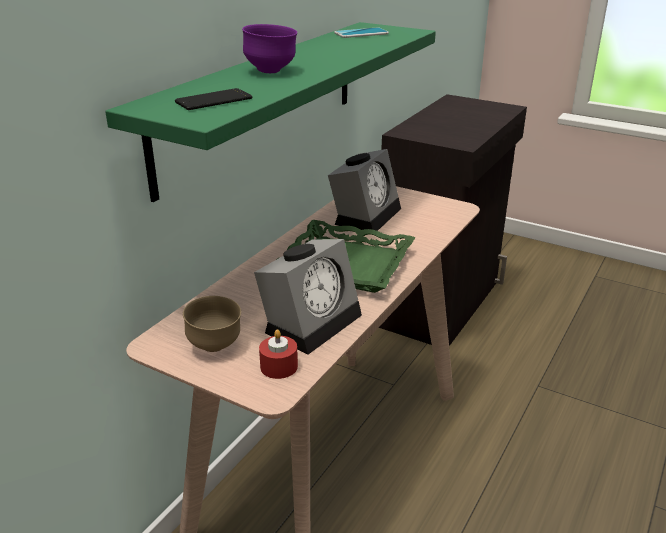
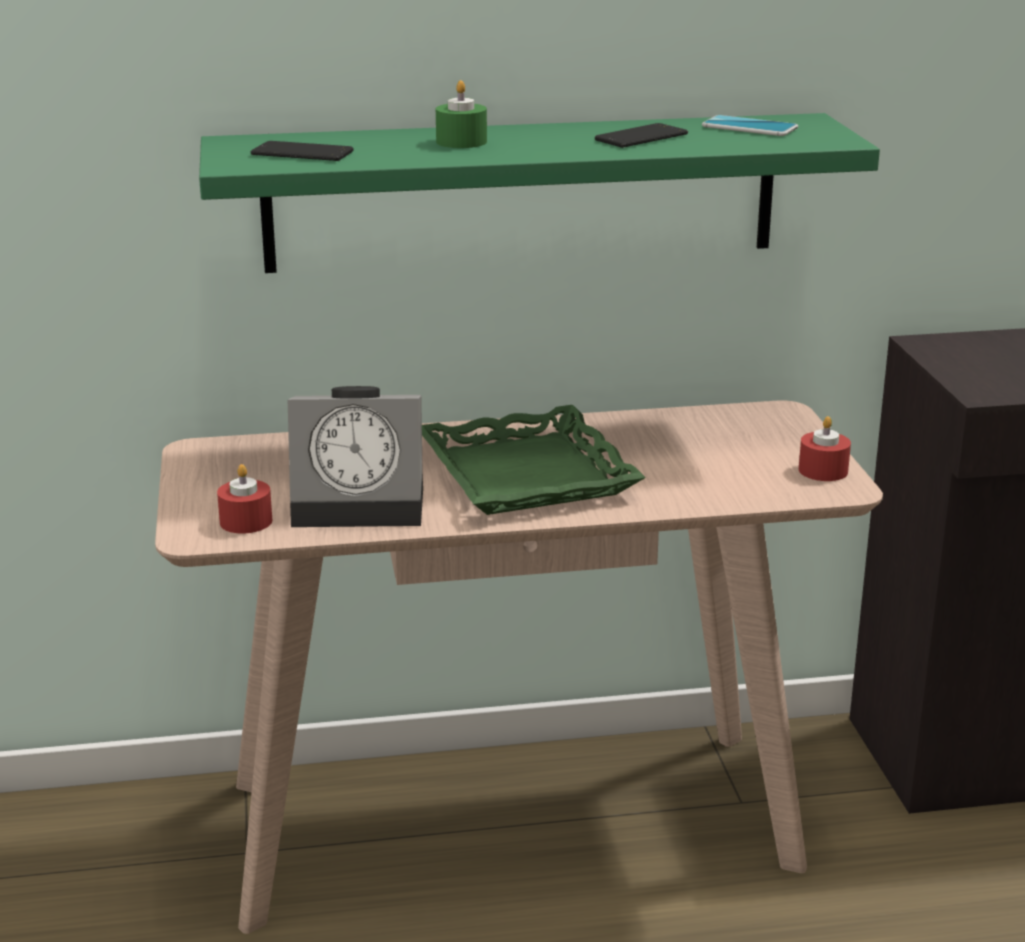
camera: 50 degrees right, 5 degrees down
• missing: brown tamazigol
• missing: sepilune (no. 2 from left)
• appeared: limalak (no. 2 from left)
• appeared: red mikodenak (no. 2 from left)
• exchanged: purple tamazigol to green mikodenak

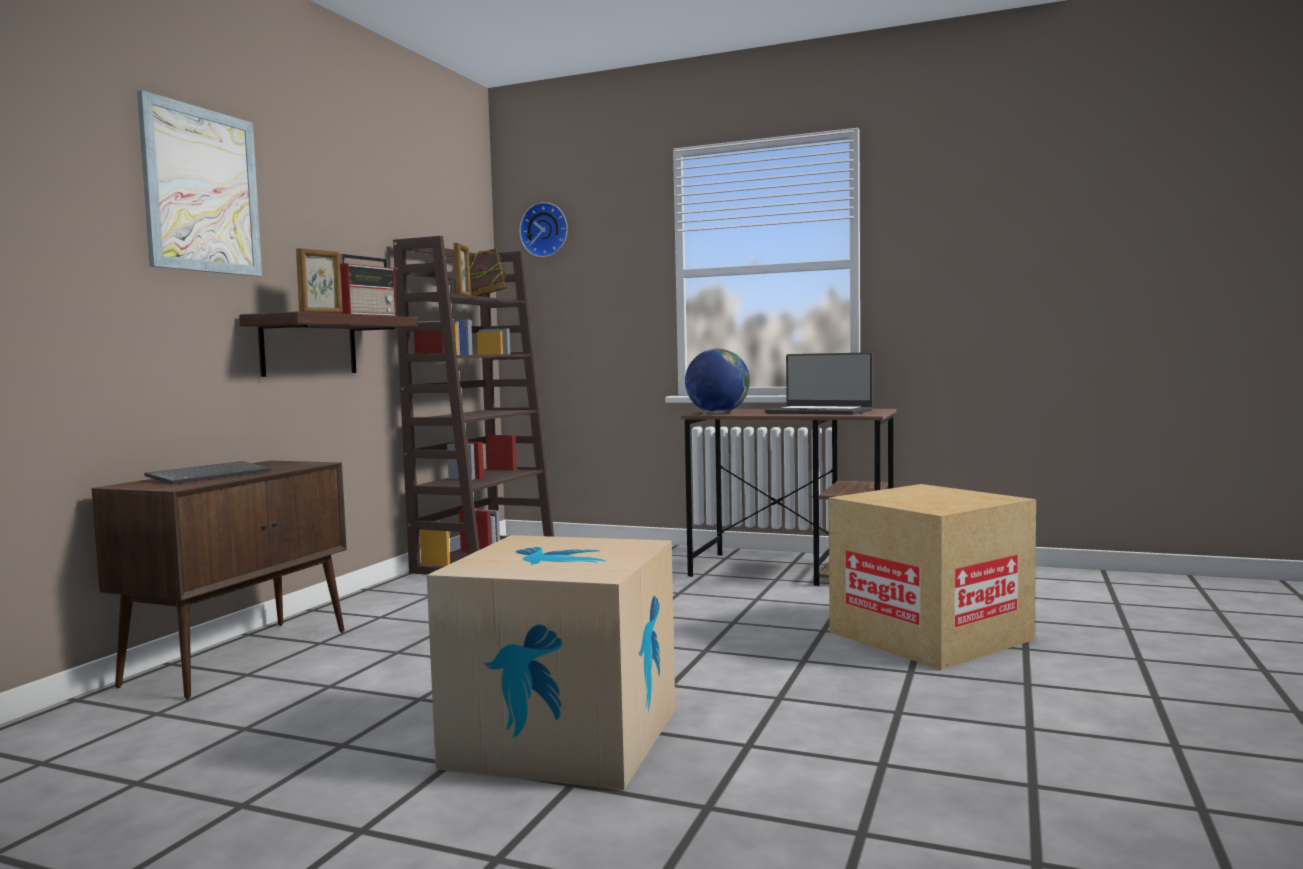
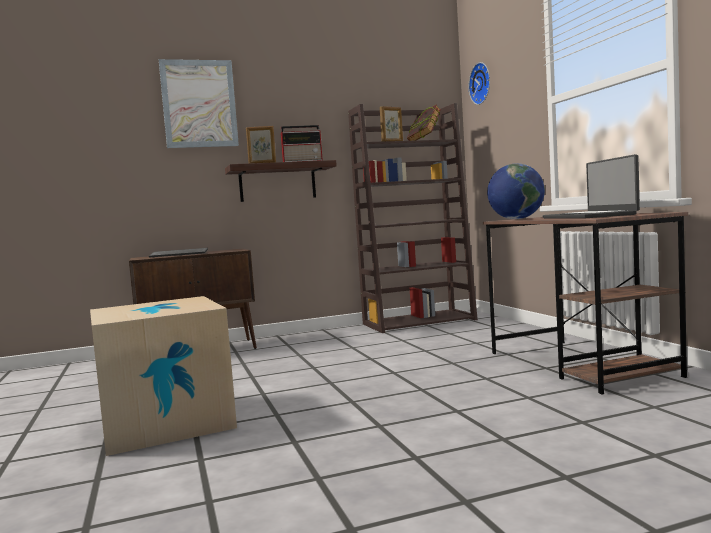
camera: 50 degrees right, 0 degrees up
• missing: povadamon (no. 2 from left)

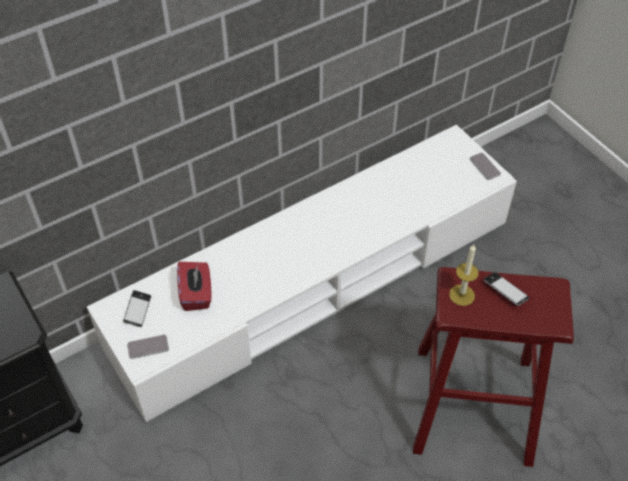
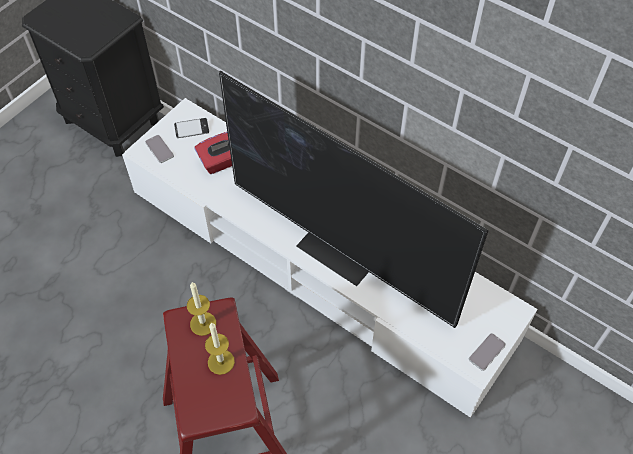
camera: 70 degrees right, 5 degrees up
• appeared: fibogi
• exchanged: limalak (no. 4 from left) to mikodenak (no. 2 from left)

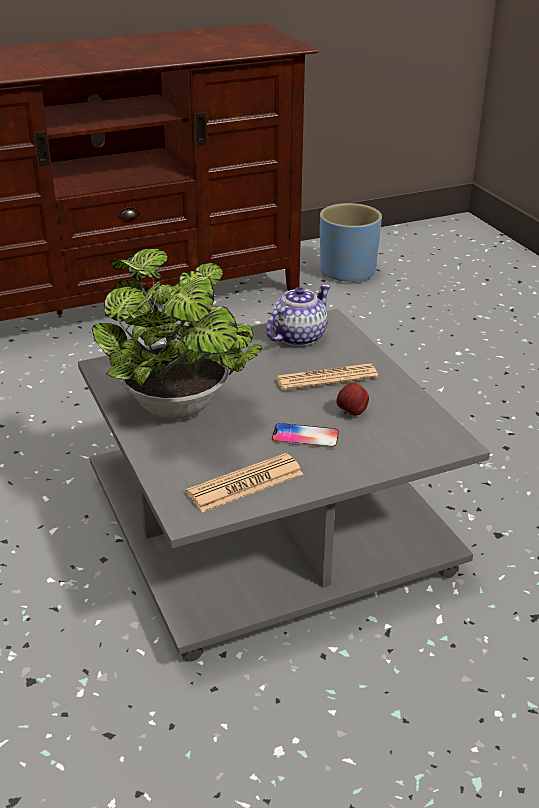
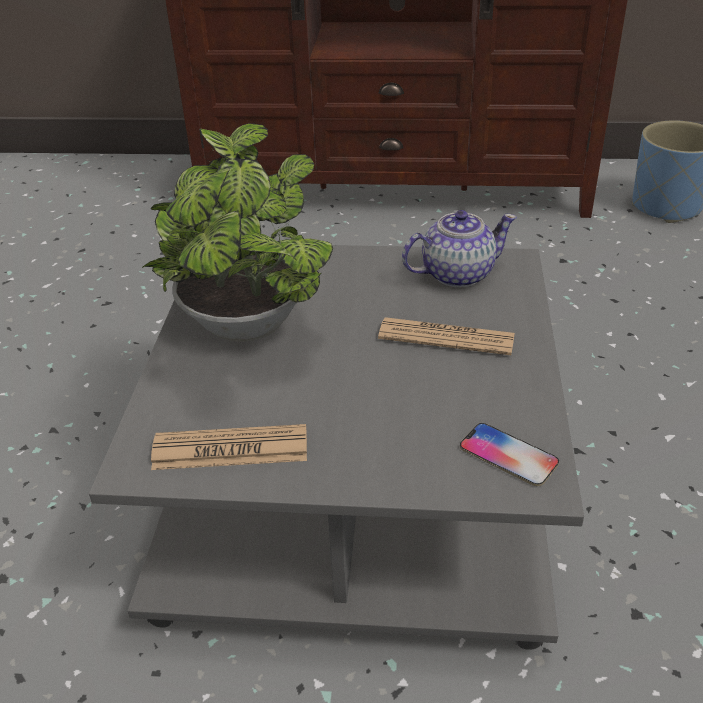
camera: 30 degrees right, 5 degrees up
• missing: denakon
• relocated: limalak

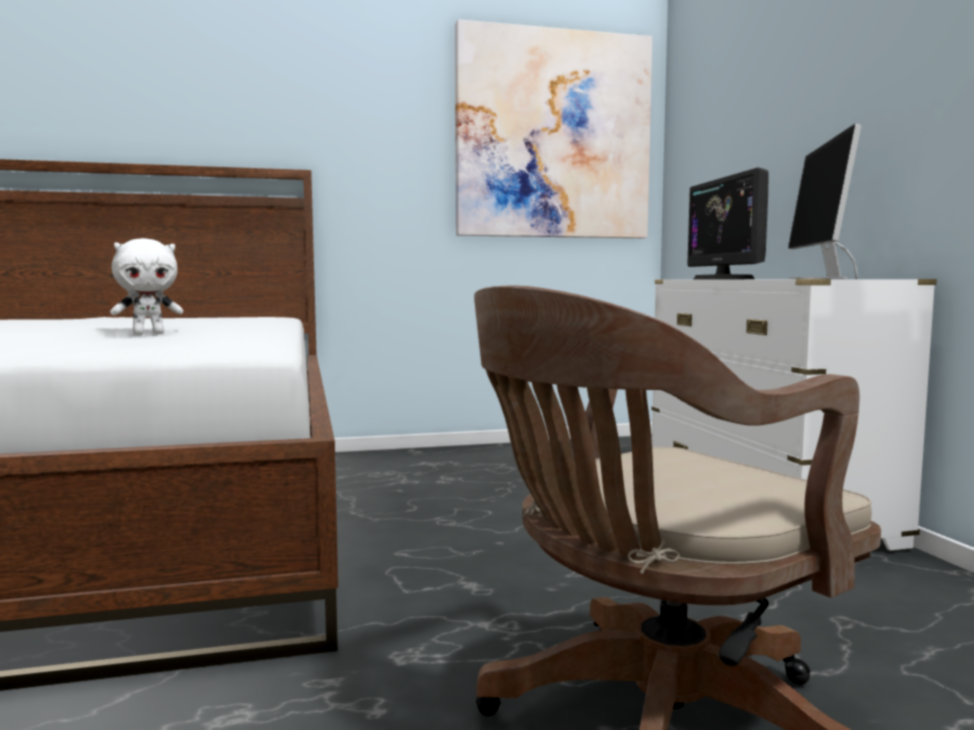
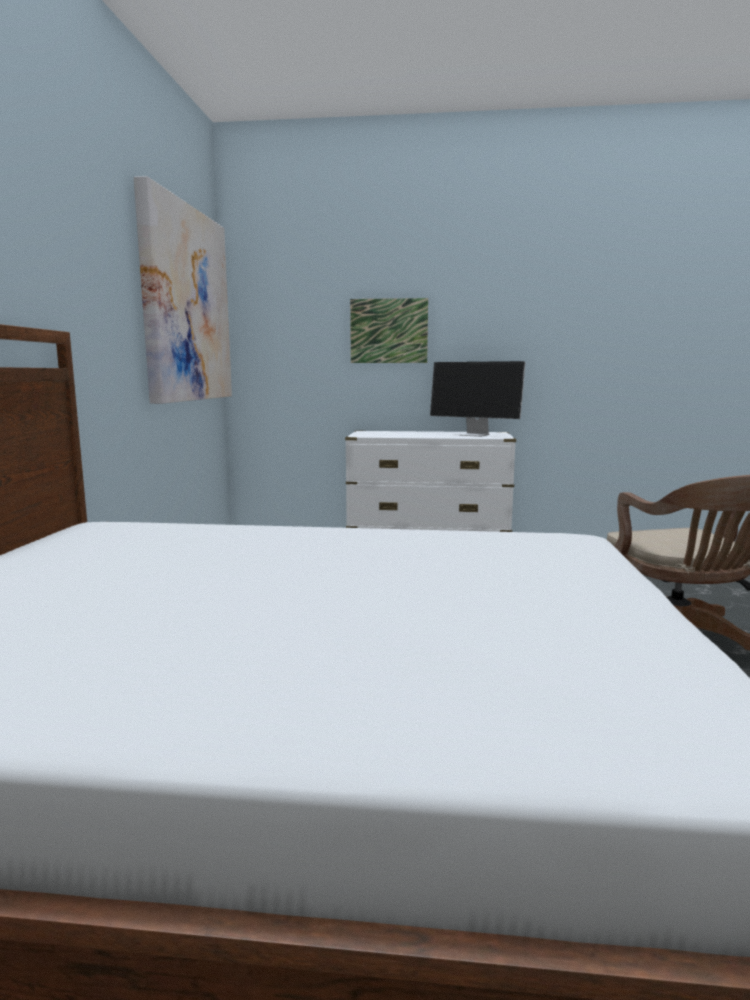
camera: 70 degrees left, 5 degrees up
• missing: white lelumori
• missing: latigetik (no. 1 from left)
• appeared: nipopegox (no. 2 from left)

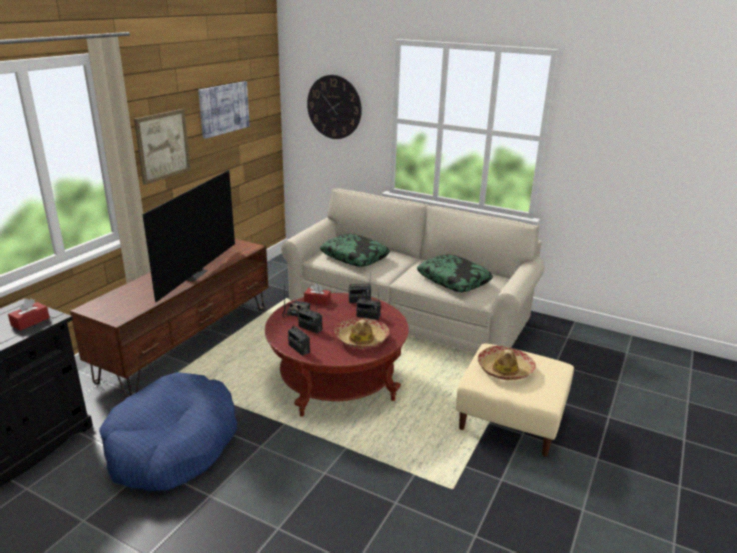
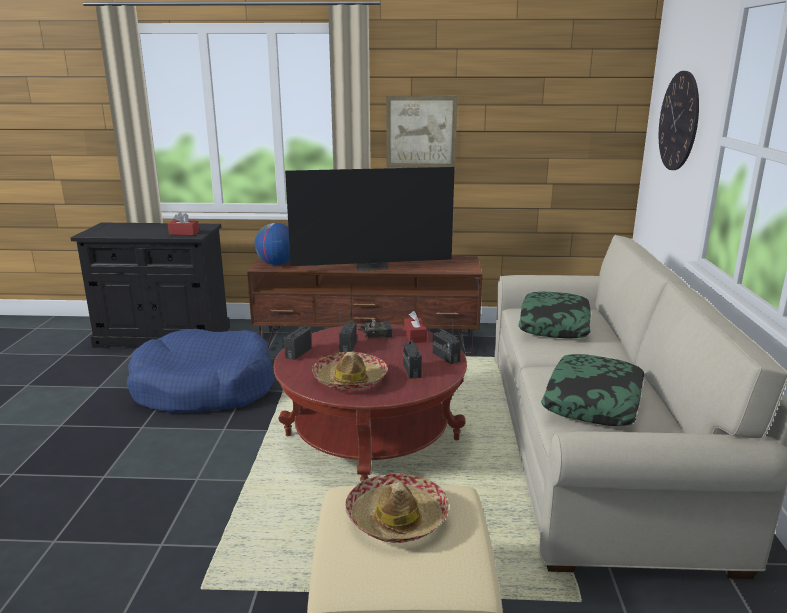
camera: 65 degrees right, 5 degrees down
• missing: nipopegox (no. 2 from left)
• appeared: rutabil

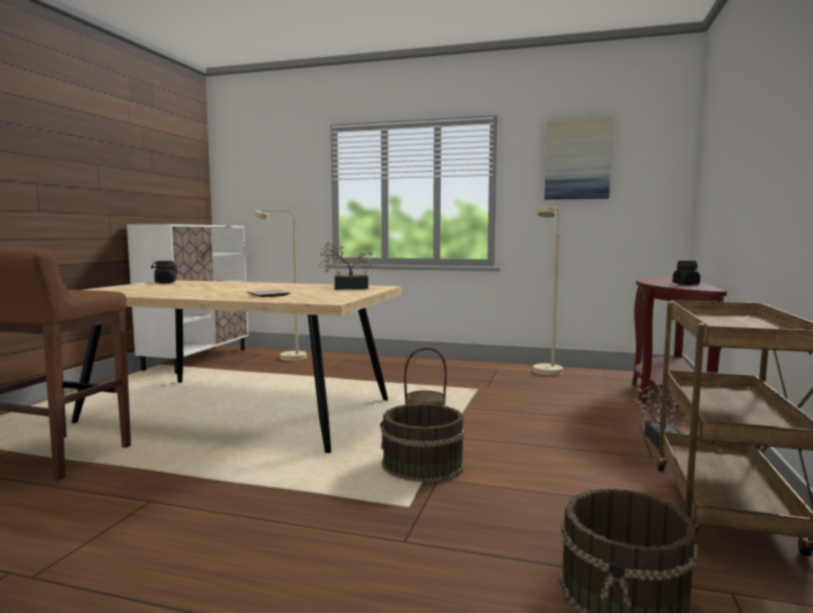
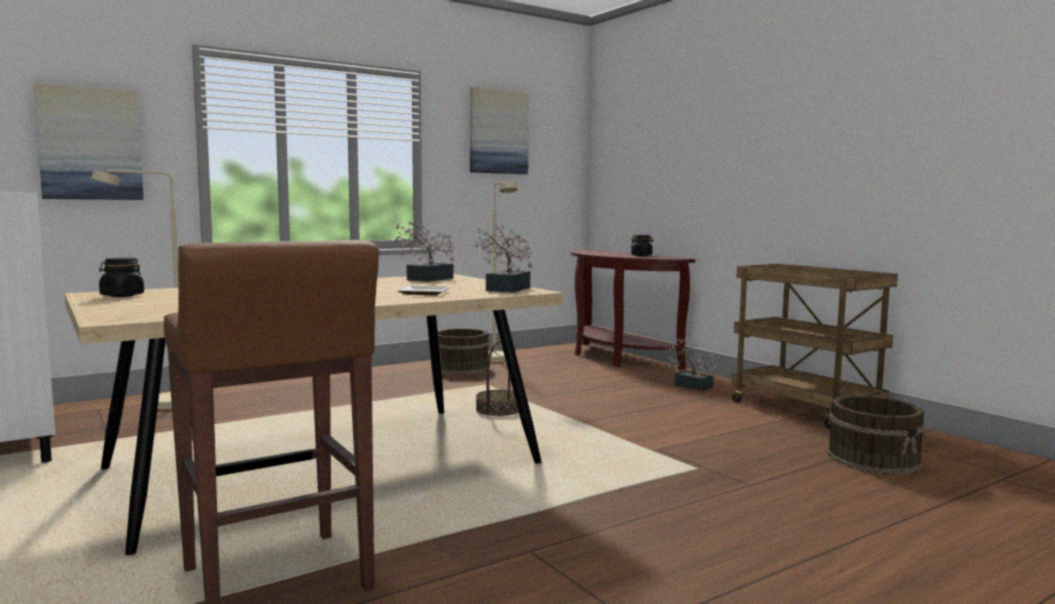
camera: 50 degrees left, 0 degrees up
• appeared: nipopegox (no. 1 from left)
• appeared: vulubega (no. 2 from left)
• relocated: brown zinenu (no. 1 from left)

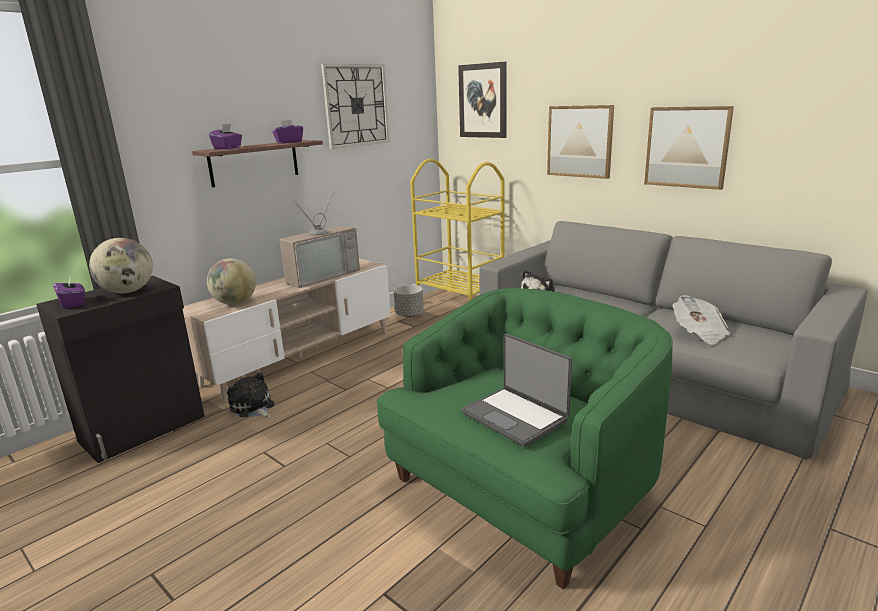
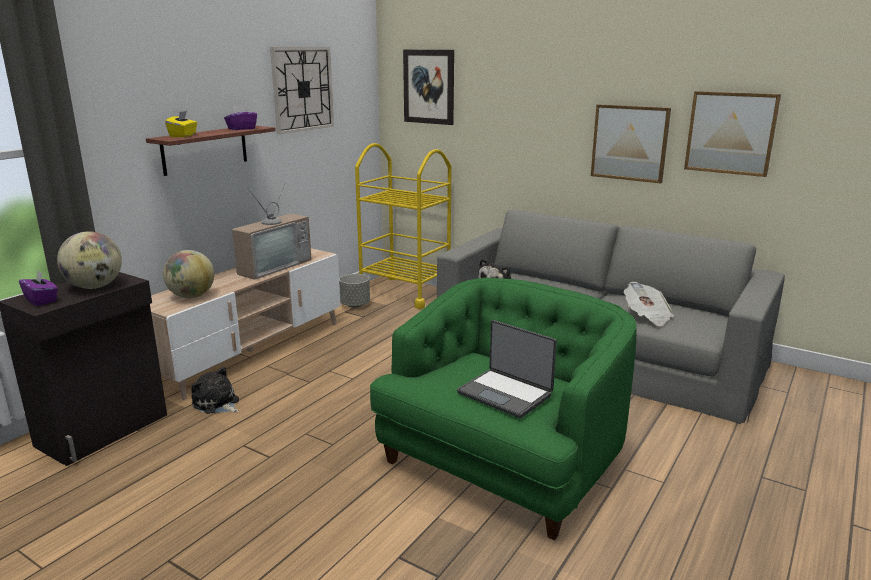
camera: 10 degrees left, 0 degrees up
• relocated: nipopegox (no. 2 from left in the first image) to nipopegox (no. 3 from left)
• colour: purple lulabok (no. 2 from left) to yellow lulabok

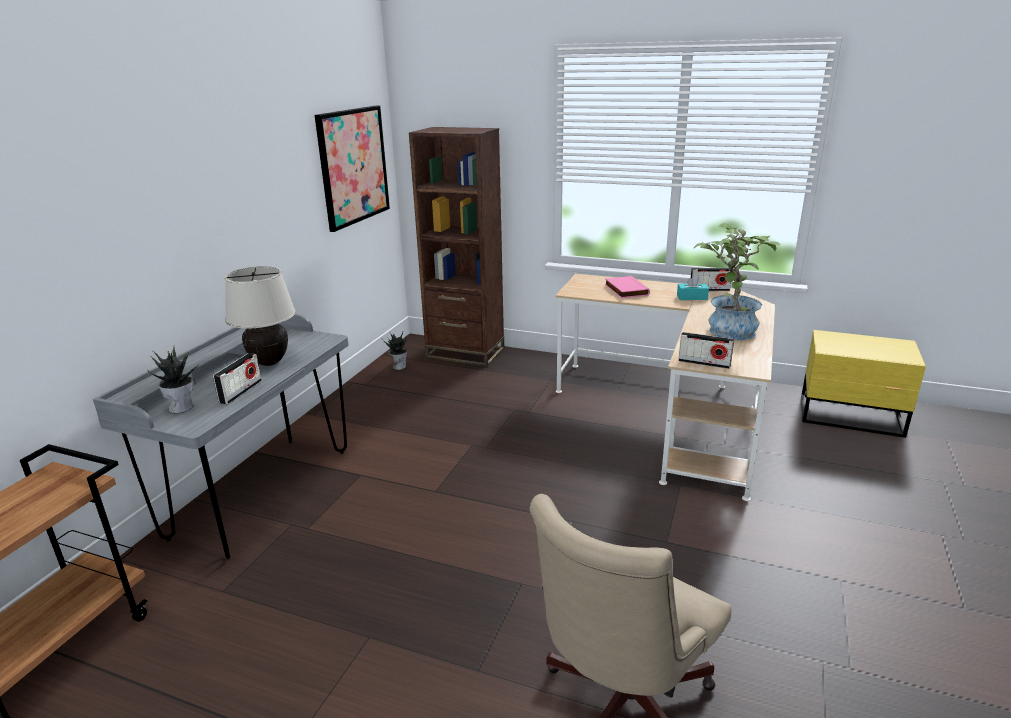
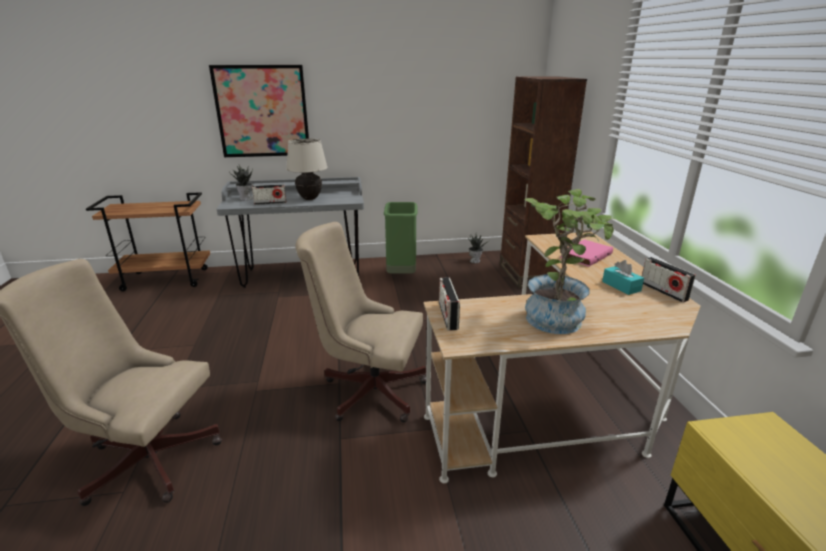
camera: 60 degrees right, 0 degrees up
• appeared: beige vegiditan (no. 2 from left)
• appeared: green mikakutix
• relocated: nipopegox

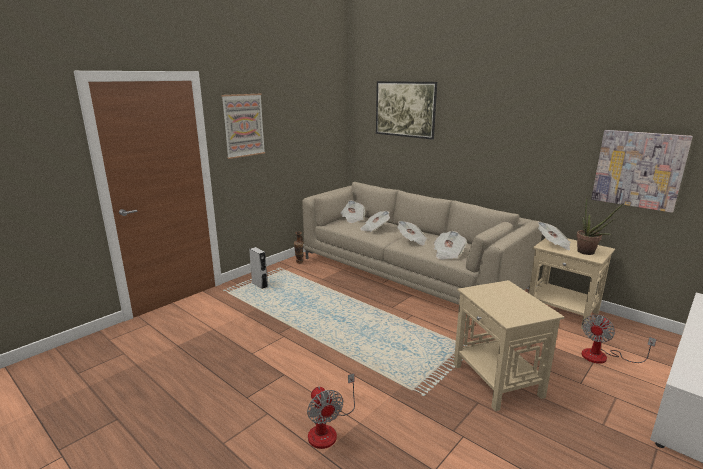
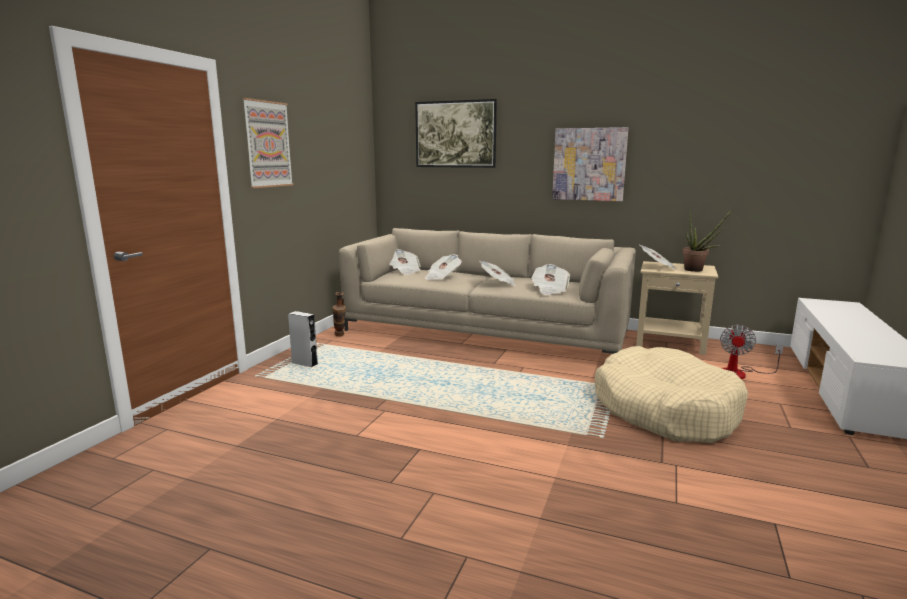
camera: 20 degrees left, 5 degrees down
• missing: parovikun (no. 1 from left)
• relocated: nipopegox (no. 3 from left)
• exchanged: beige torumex (no. 1 from left) to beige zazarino

